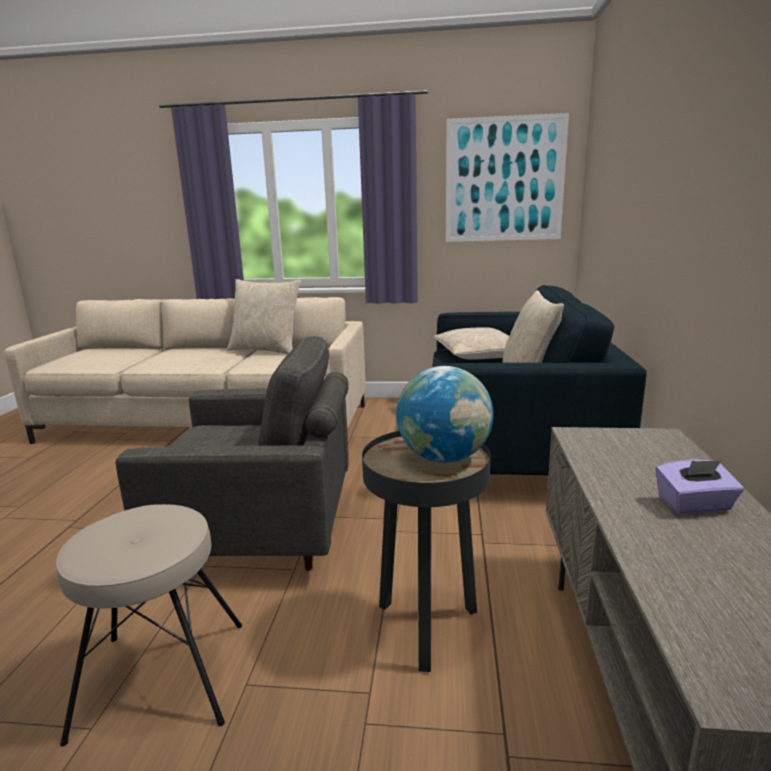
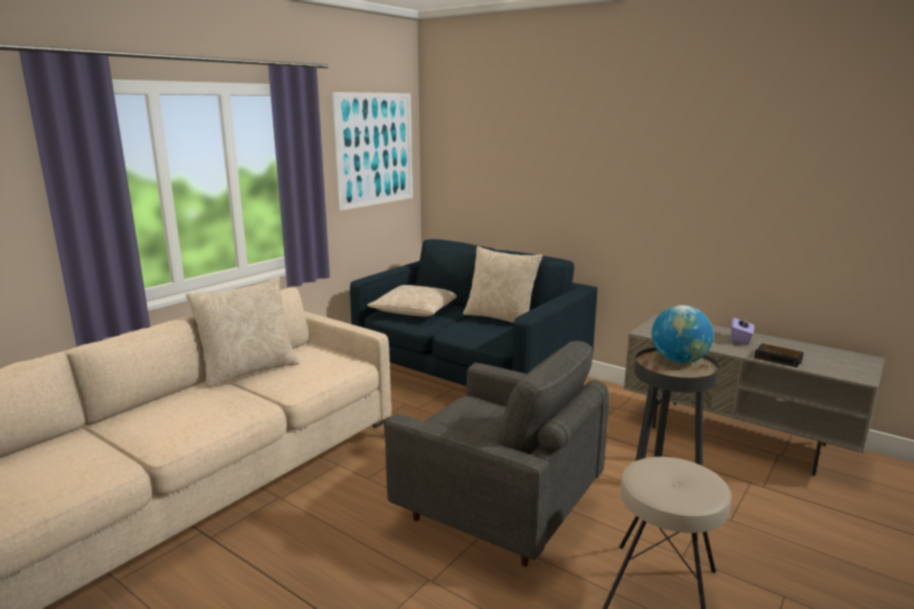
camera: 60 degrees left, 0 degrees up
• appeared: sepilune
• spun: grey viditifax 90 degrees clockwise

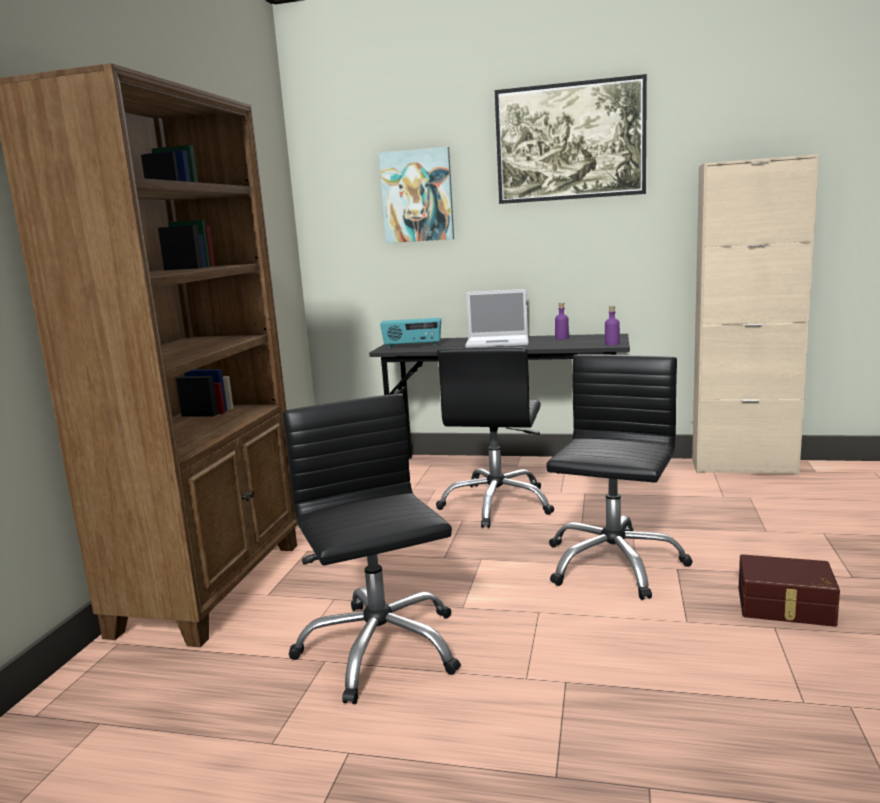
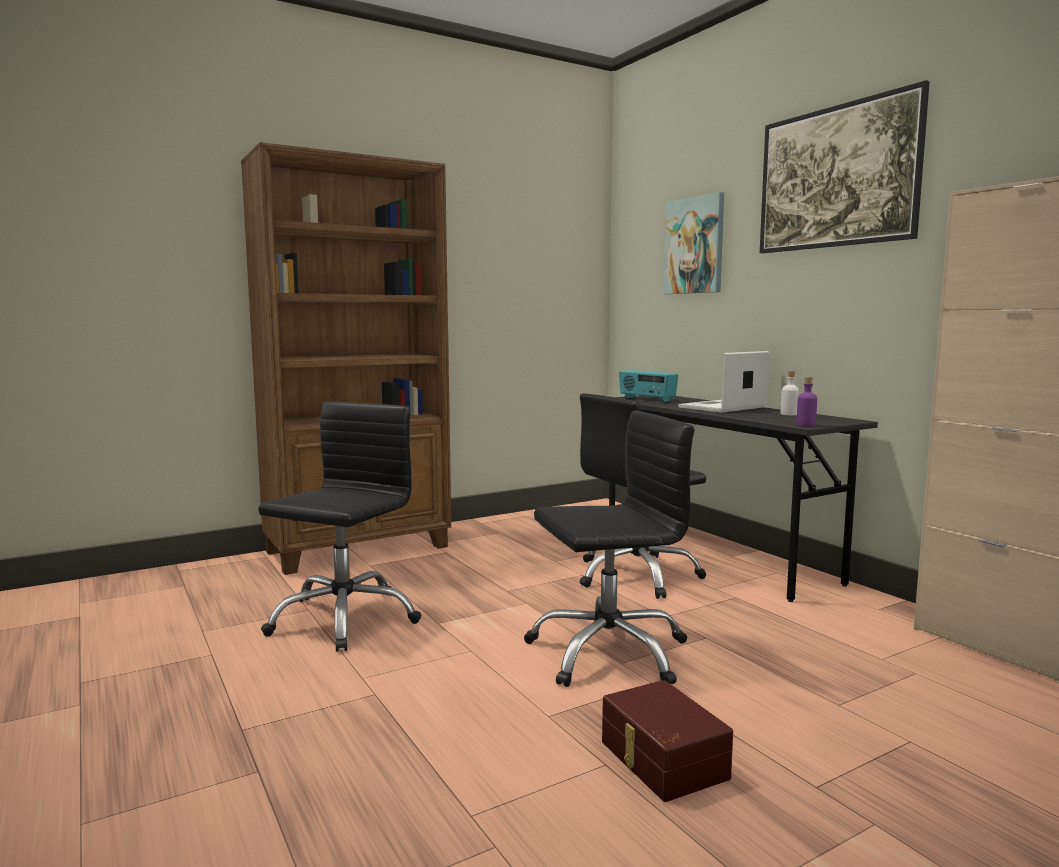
camera: 45 degrees right, 5 degrees down
• colour: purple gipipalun (no. 1 from left) to white gipipalun
• spun: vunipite 90 degrees clockwise

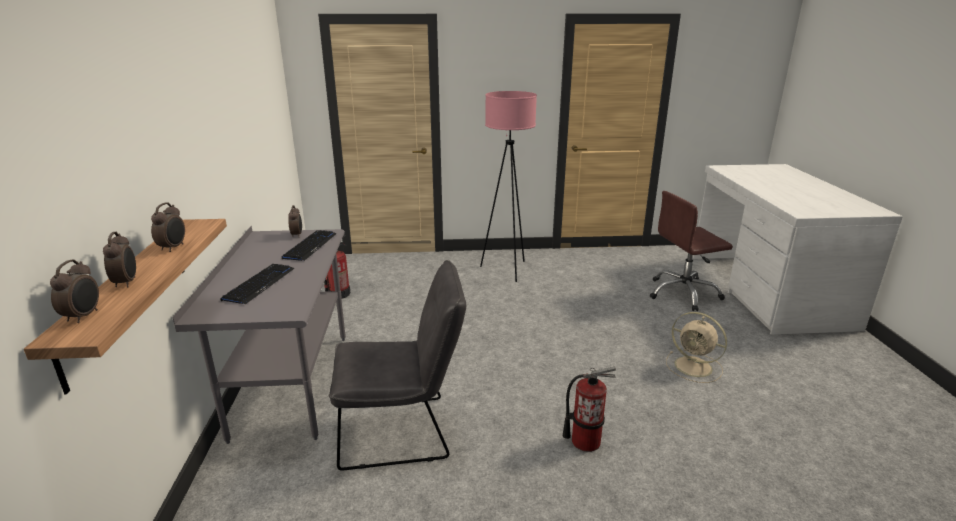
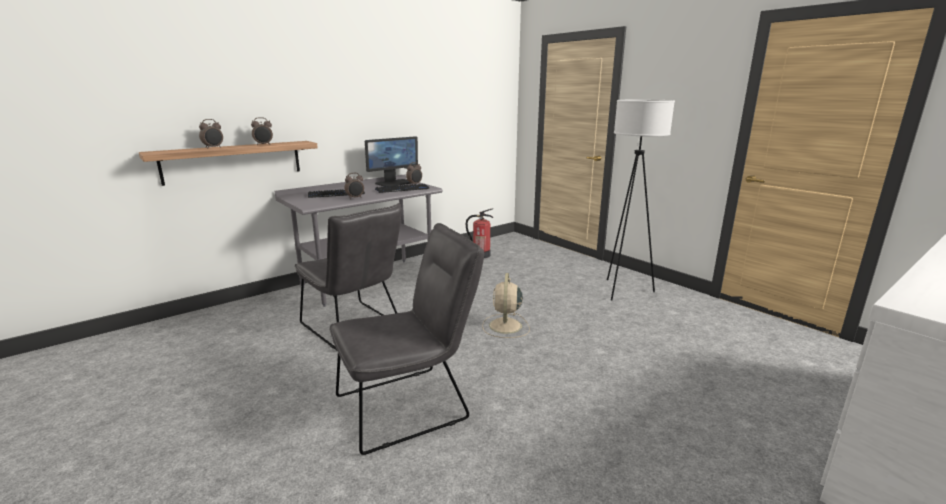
camera: 55 degrees right, 5 degrees down
• missing: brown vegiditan
• appeared: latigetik
• relocated: sepilune (no. 1 from left in the first image) to sepilune (no. 3 from left)
• relocated: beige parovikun
• exchanged: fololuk (no. 2 from left) to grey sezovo (no. 2 from left)
• colour: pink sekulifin to white sekulifin

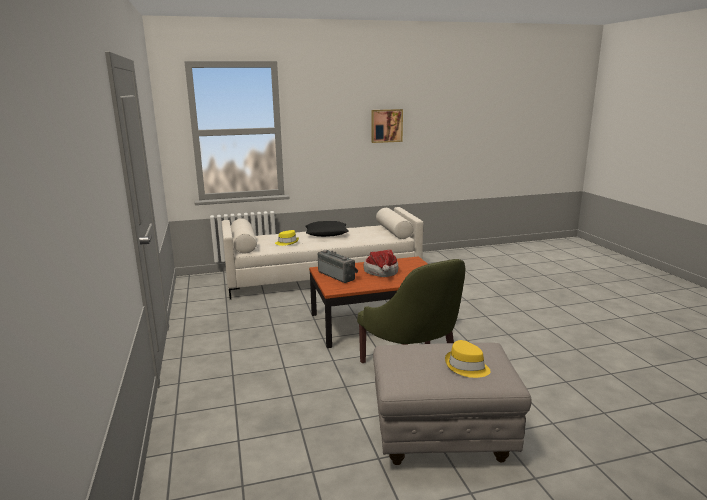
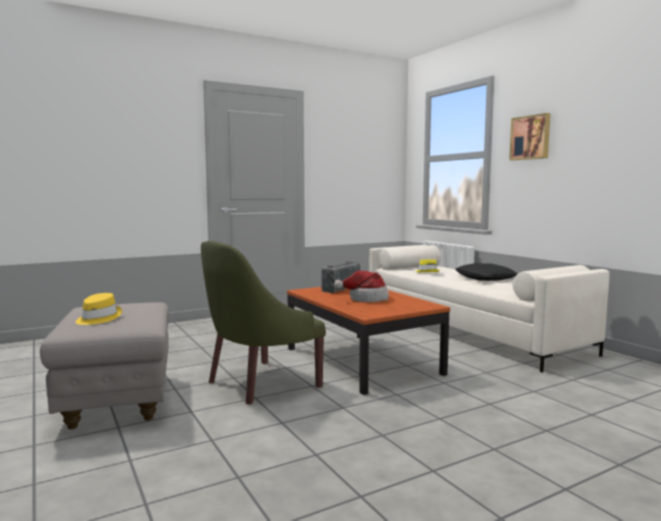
camera: 75 degrees right, 10 degrees down
• relocated: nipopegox

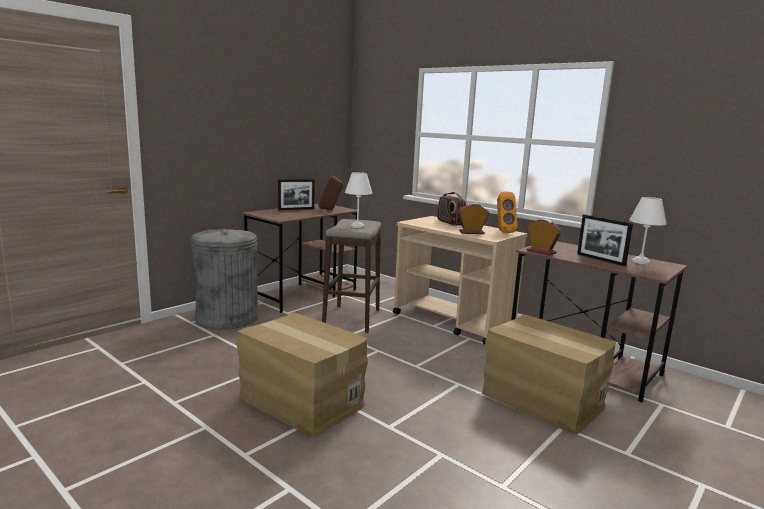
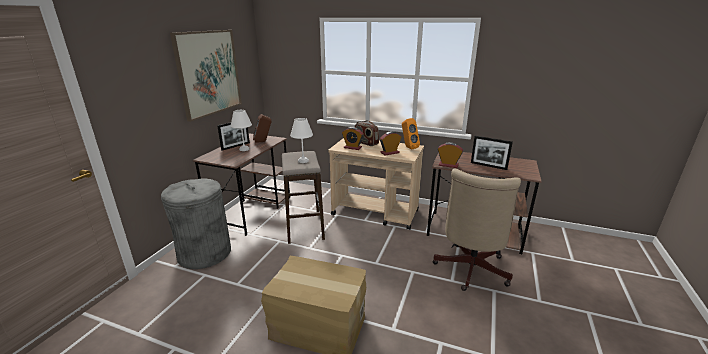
camera: 20 degrees left, 10 degrees up
• appeared: nipopegox
• appeared: sepilune (no. 1 from left)
• relocated: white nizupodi (no. 2 from left in the first image) to white nizupodi (no. 1 from left)
• exchanged: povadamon (no. 2 from left) to beige vegiditan

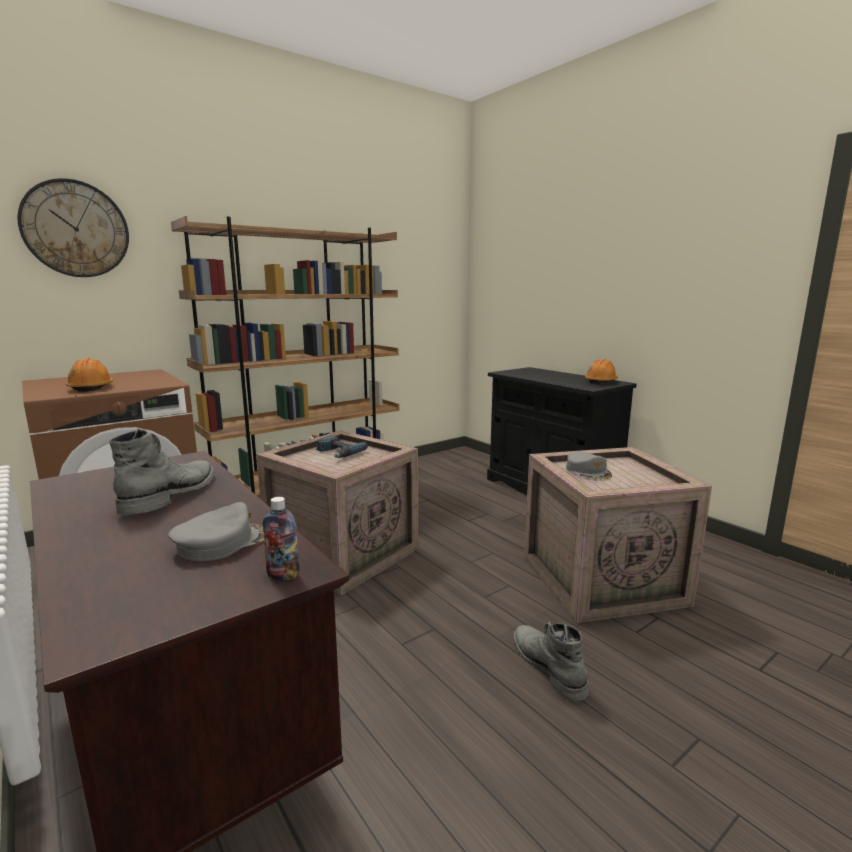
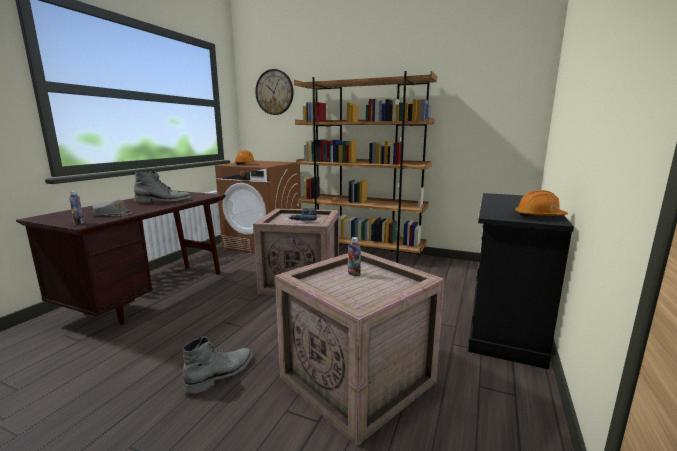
camera: 60 degrees right, 0 degrees up
• exchanged: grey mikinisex (no. 2 from left) to gipipalun (no. 2 from left)

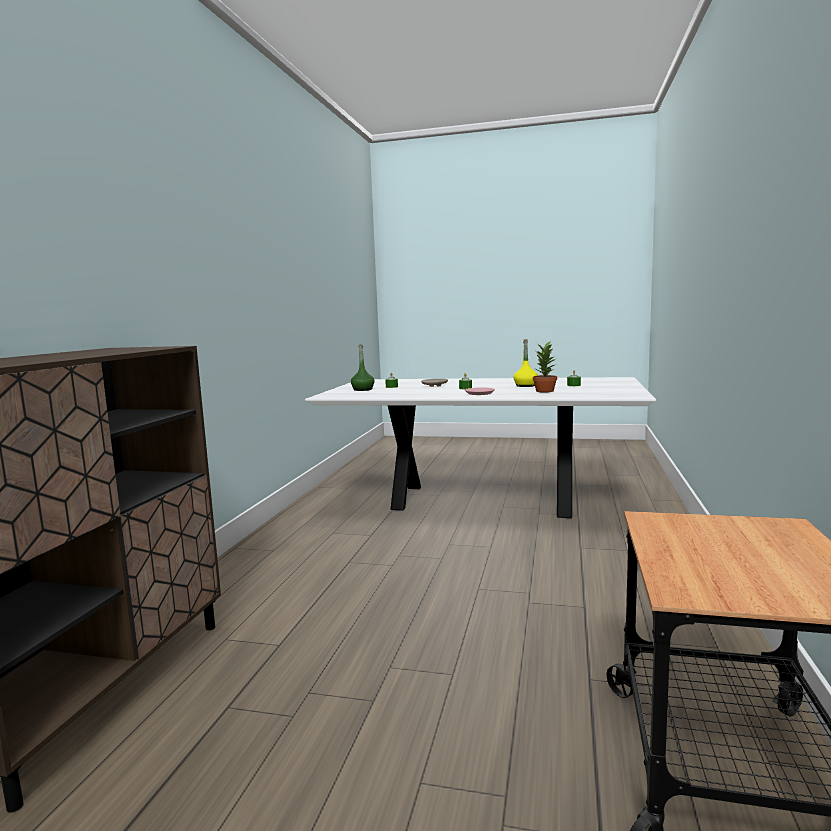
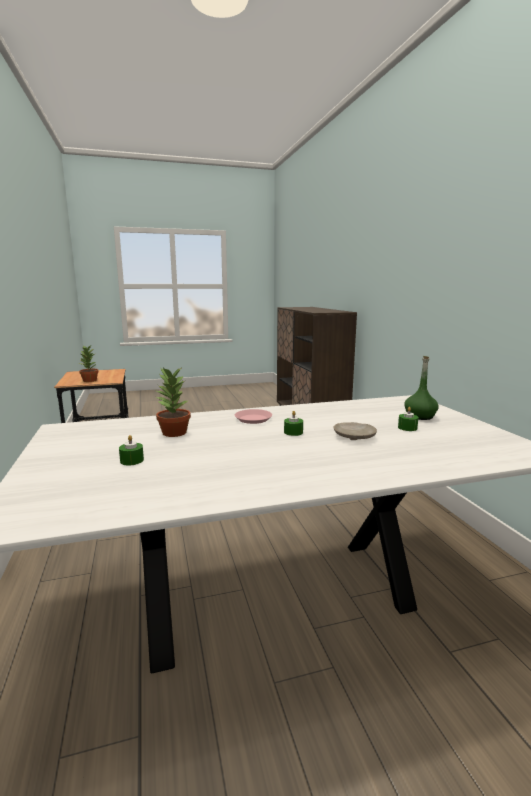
camera: 150 degrees right, 5 degrees up
• missing: yellow gipipalun
• appeared: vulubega (no. 1 from left)

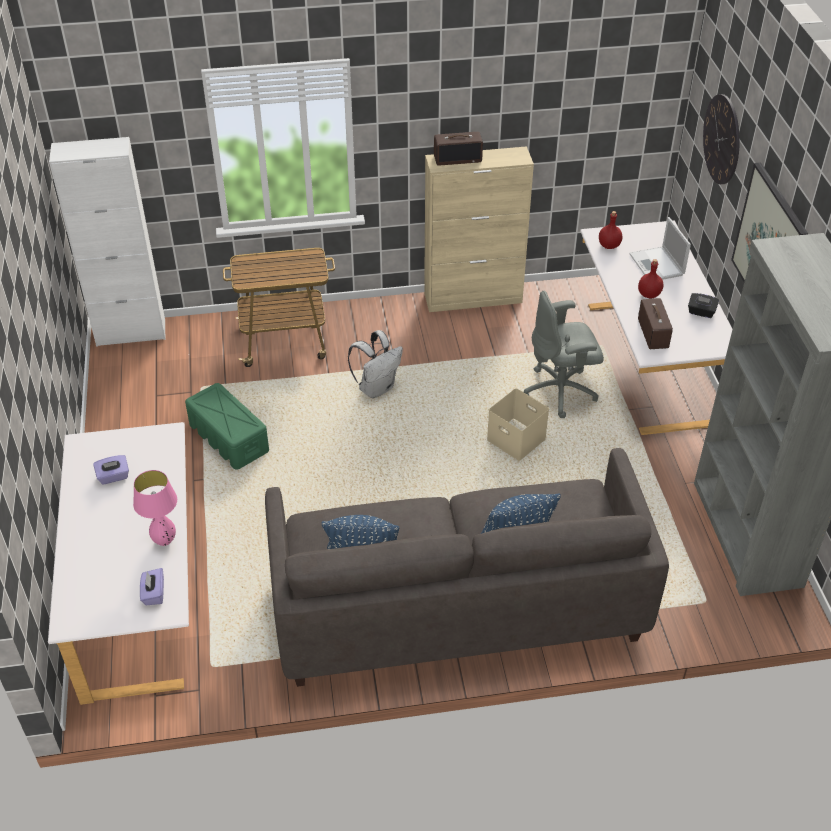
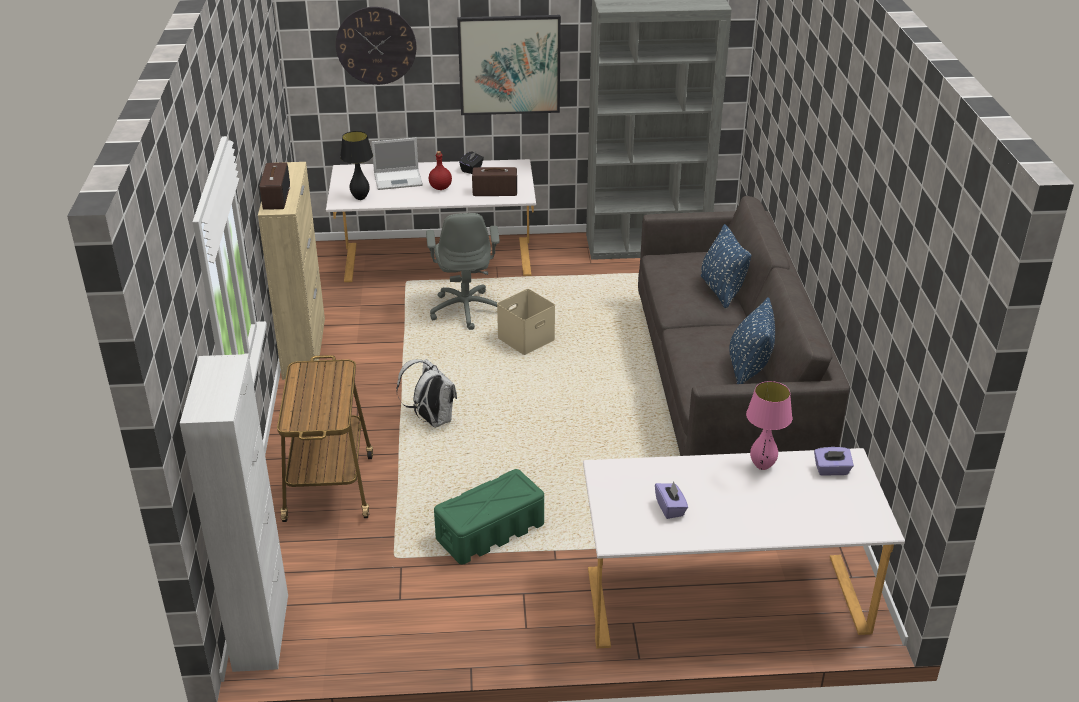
camera: 85 degrees left, 10 degrees down
• exchanged: red gipipalun (no. 1 from left) to black nizupodi

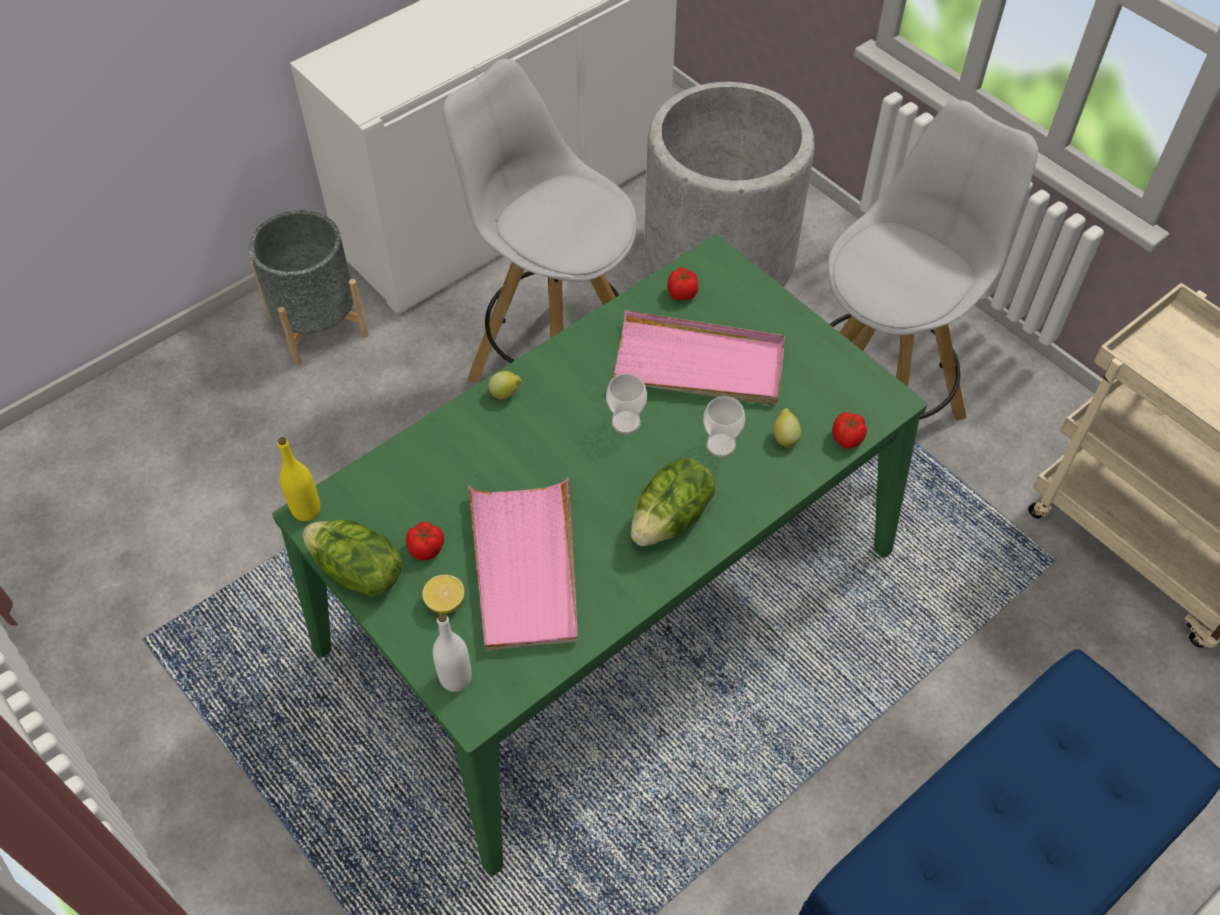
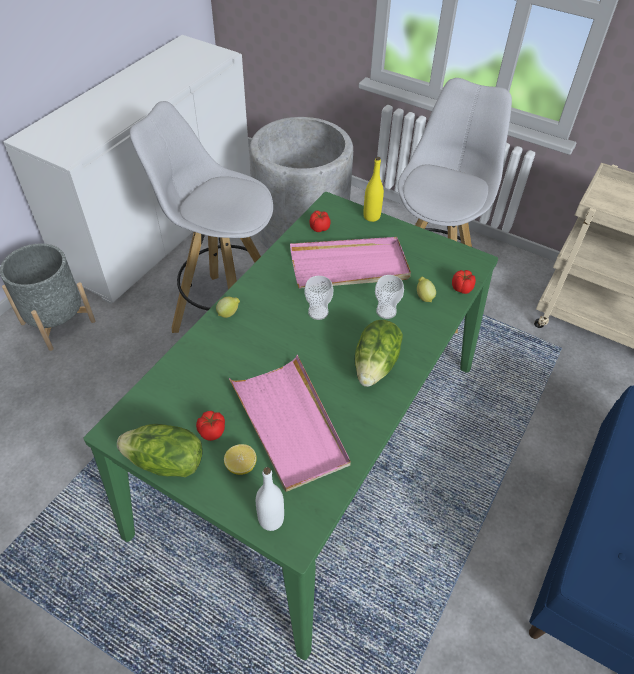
camera: 20 degrees left, 5 degrees down
• relocated: yellow gipipalun

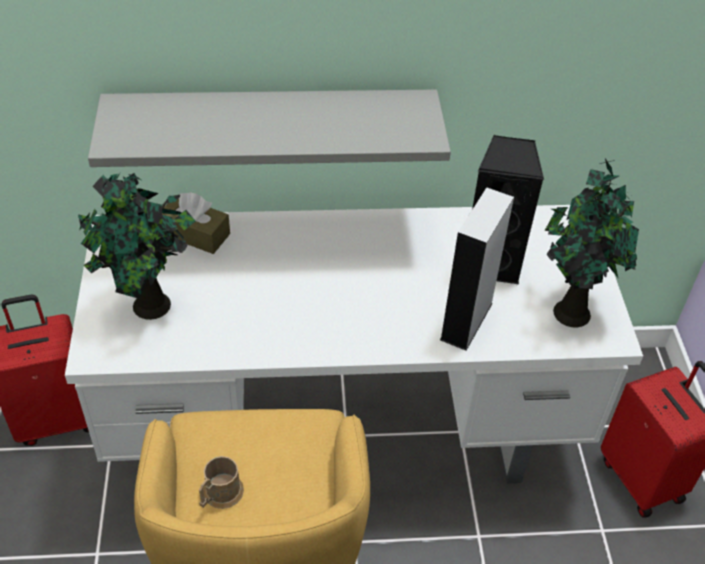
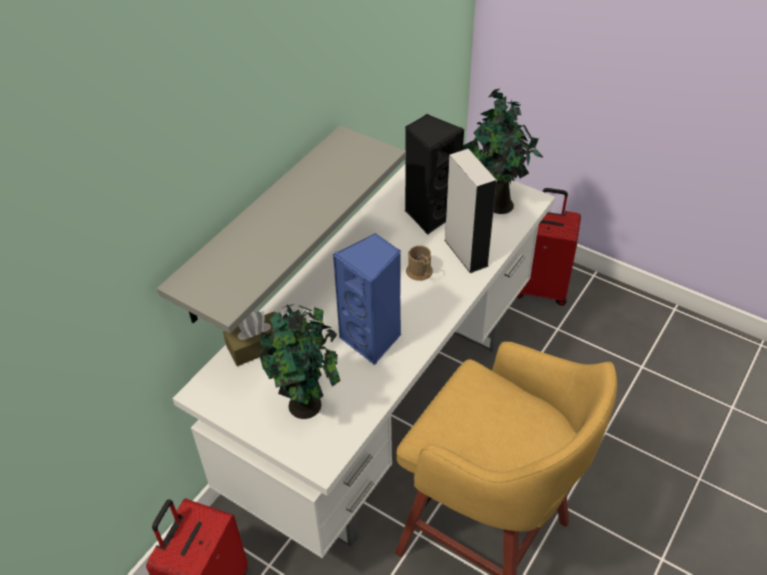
camera: 50 degrees left, 0 degrees up
• appeared: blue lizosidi
• relocated: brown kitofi

